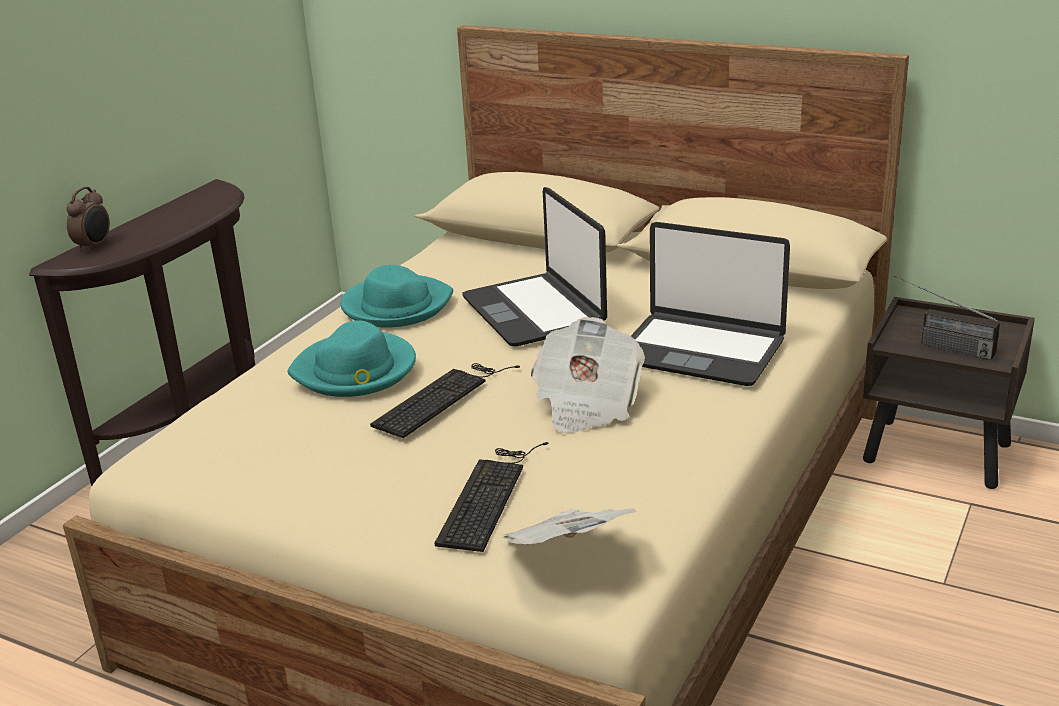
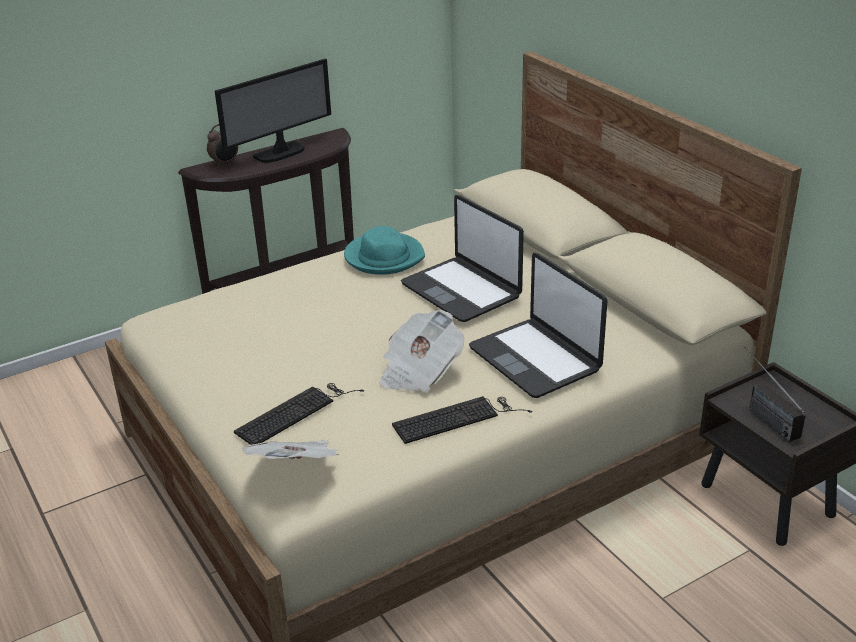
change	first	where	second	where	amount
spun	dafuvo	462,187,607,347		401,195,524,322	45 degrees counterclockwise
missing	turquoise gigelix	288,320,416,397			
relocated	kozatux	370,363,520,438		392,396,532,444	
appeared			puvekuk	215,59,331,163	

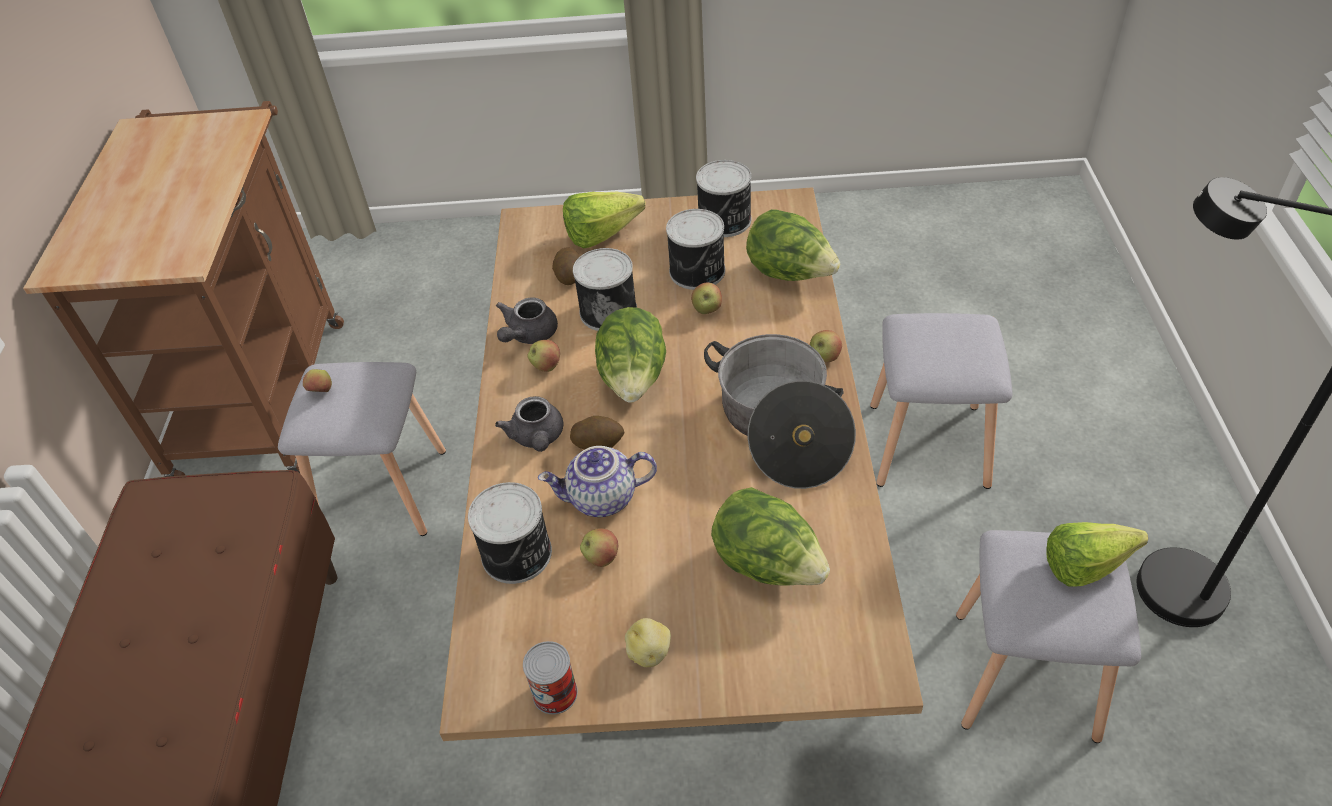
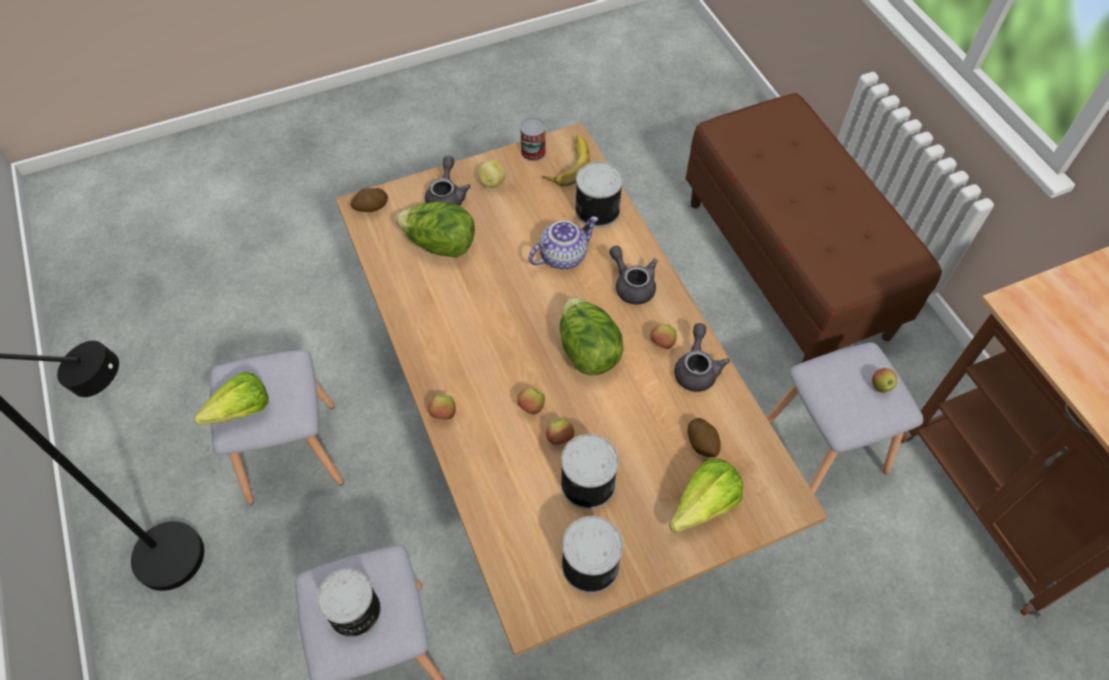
change	first	where	second	where	amount
missing	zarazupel	746,210,840,281			
relocated	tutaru	573,248,637,331		317,569,381,638	
missing	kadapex	704,334,856,489			
relocated	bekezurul	570,416,624,450		351,188,388,212	
relocated	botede	580,528,618,567		517,387,545,414	
appeared			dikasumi	543,135,590,187	
appeared			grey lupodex	425,156,471,206	

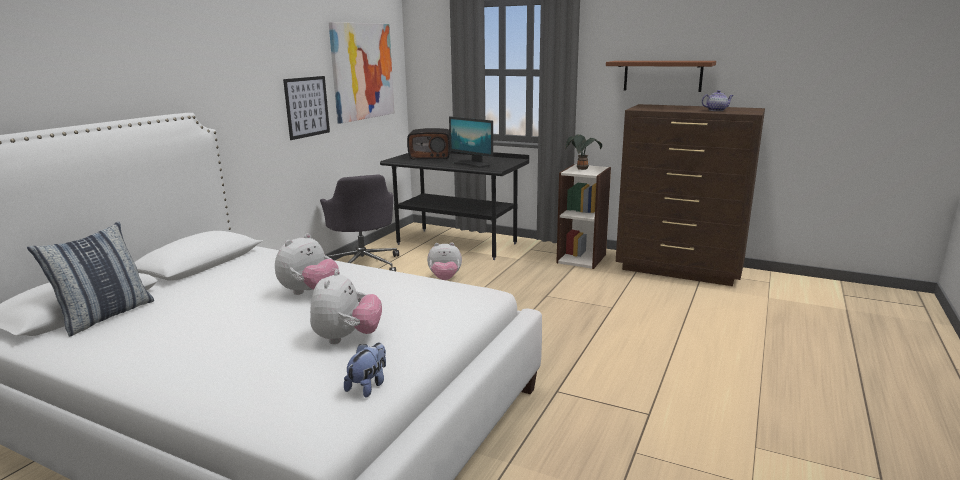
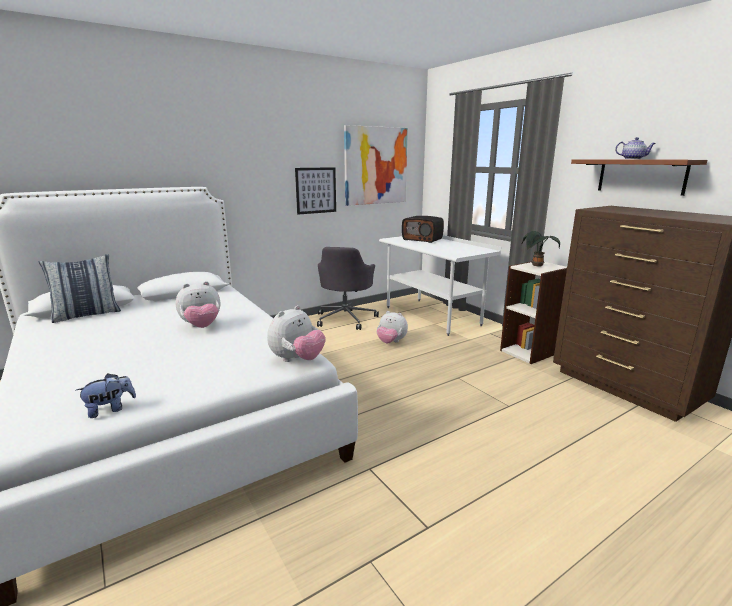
change	first	where	second	where	amount
relocated	lupodex	701,90,734,111		615,137,656,159	
missing	puvekuk	449,116,493,168			
colour	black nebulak	380,151,529,260	white nebulak	379,235,501,336	
relocated	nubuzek	310,269,382,344		267,305,326,362	

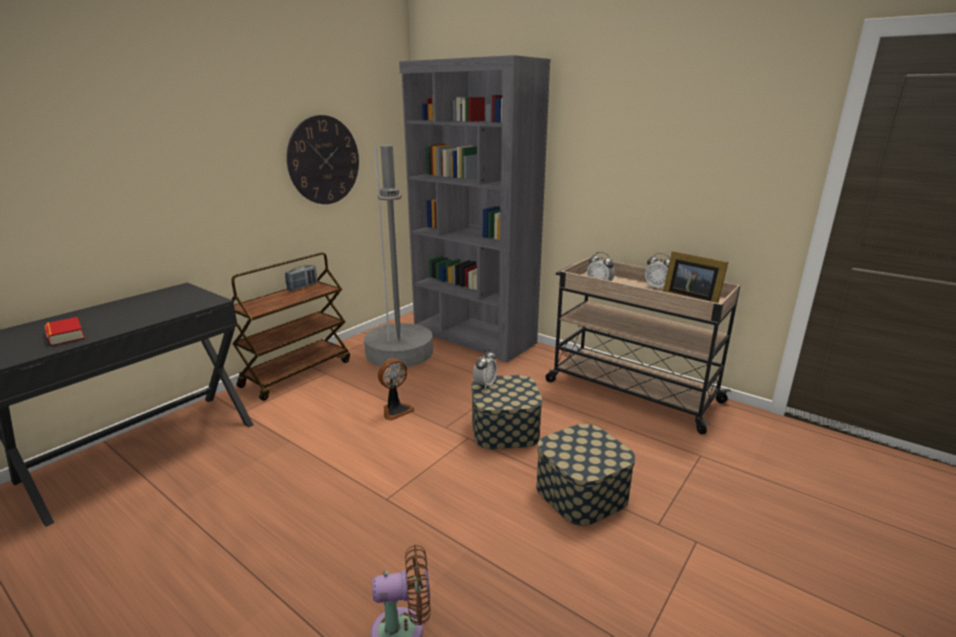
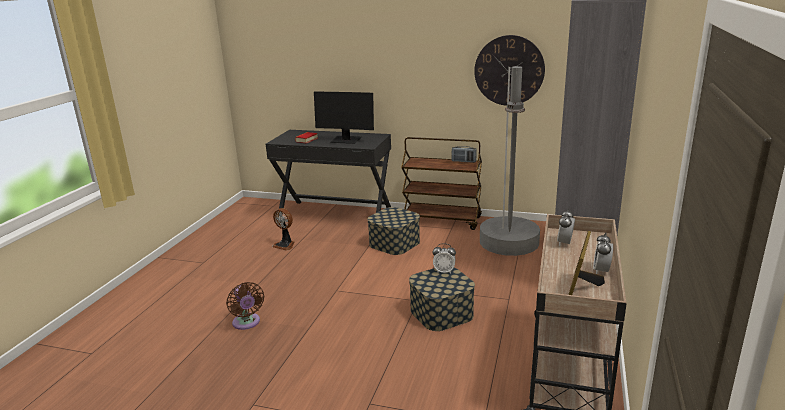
change	first	where	second	where	amount
relocated	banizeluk	378,358,414,421		272,208,294,251	
relocated	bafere	536,424,636,526		367,207,420,255	
appeared			puvekuk	314,92,374,144	

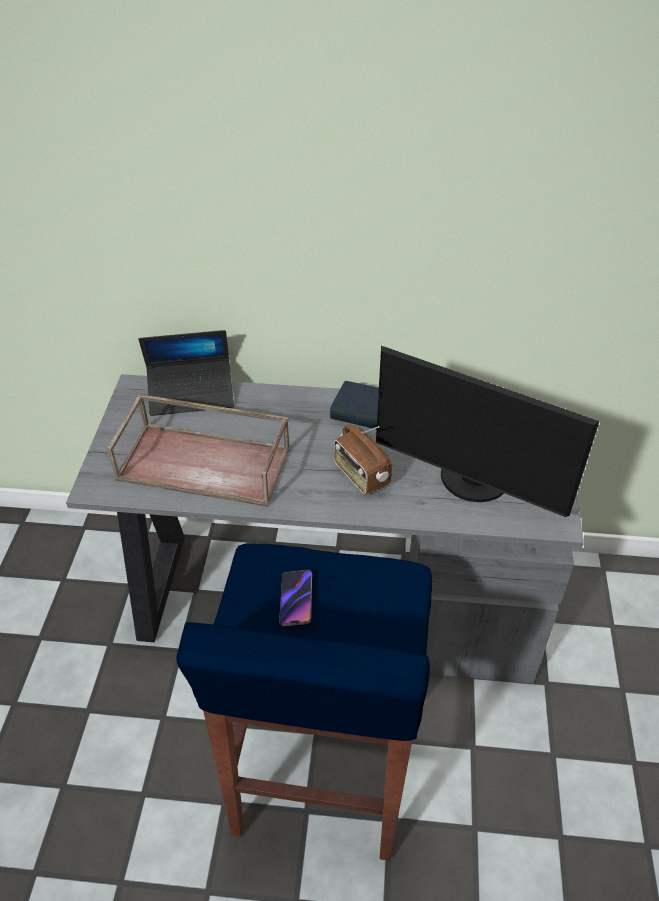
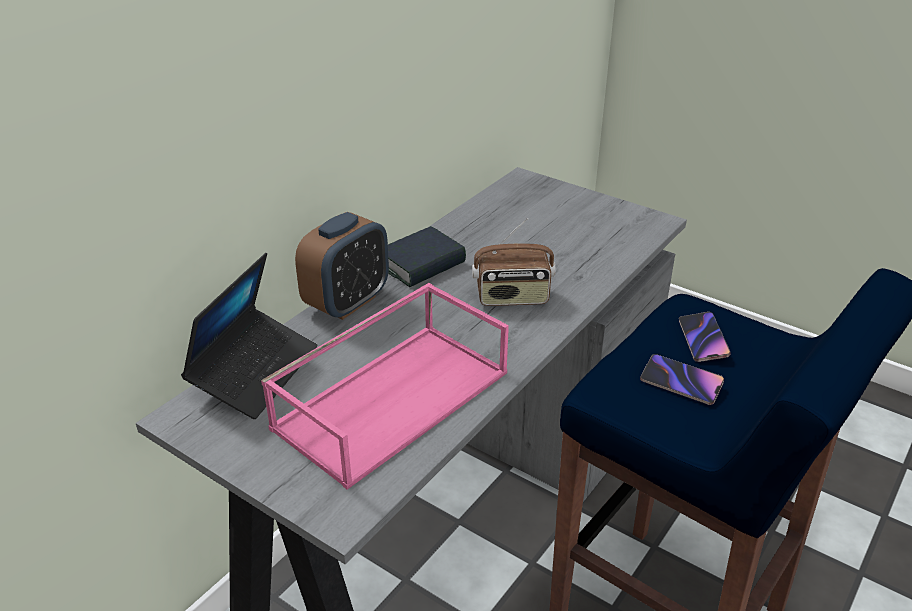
change	first	where	second	where	amount
missing	puvekuk	376,346,599,517			
colour	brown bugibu	107,394,290,507	pink bugibu	261,283,509,490	
appeared			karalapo	295,212,389,320	
appeared			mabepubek	679,312,730,362	

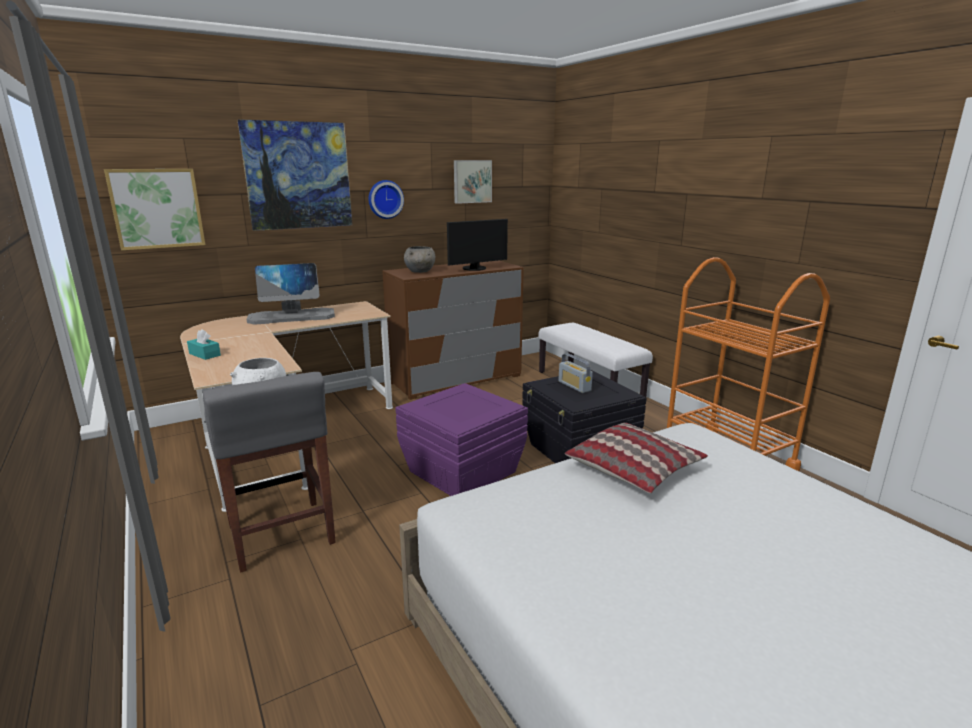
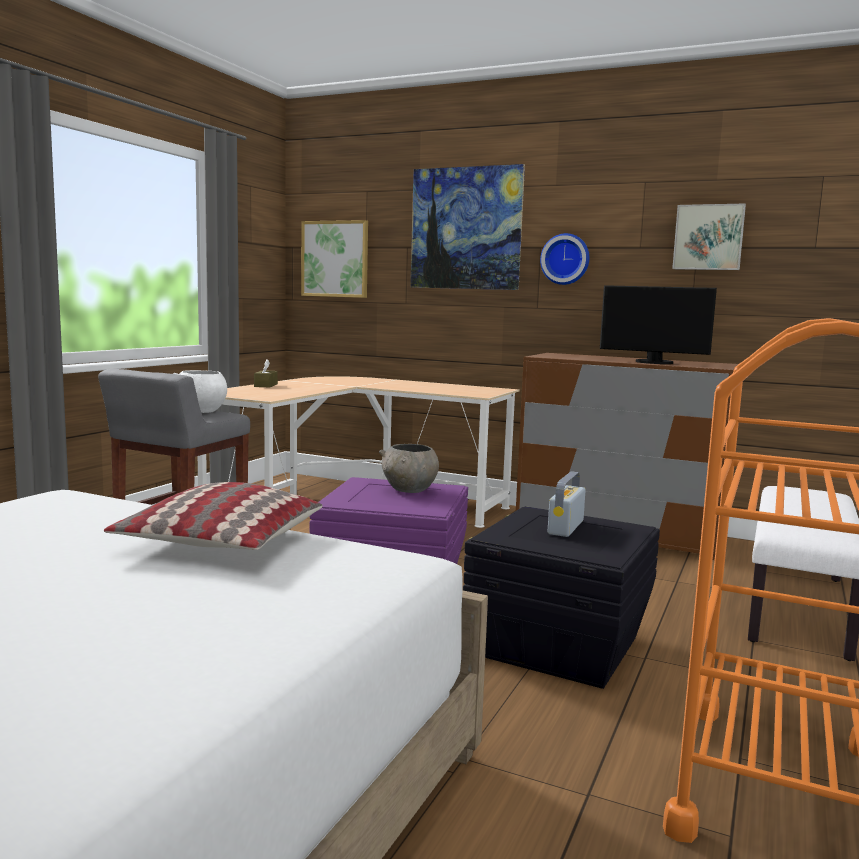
change	first	where	second	where	amount
relocated	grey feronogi	404,246,435,273		379,444,439,493	
missing	puvekuk	247,263,335,325			
colour	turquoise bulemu	187,329,221,360	brown bulemu	254,359,278,387	

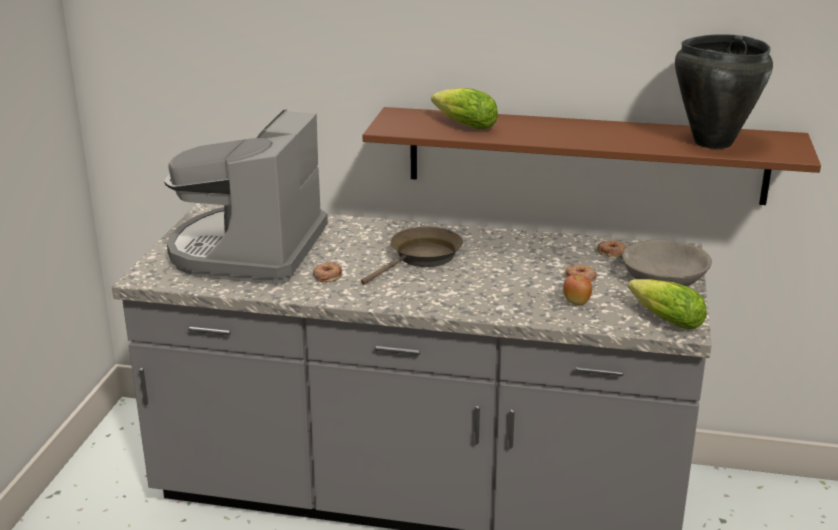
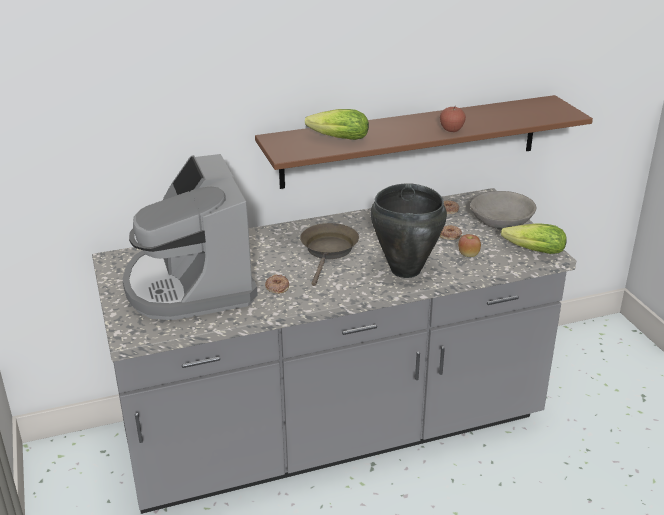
change	first	where	second	where	amount
relocated	black kadapex	675,34,773,149		371,183,447,278	
appeared			botede	440,105,466,132	

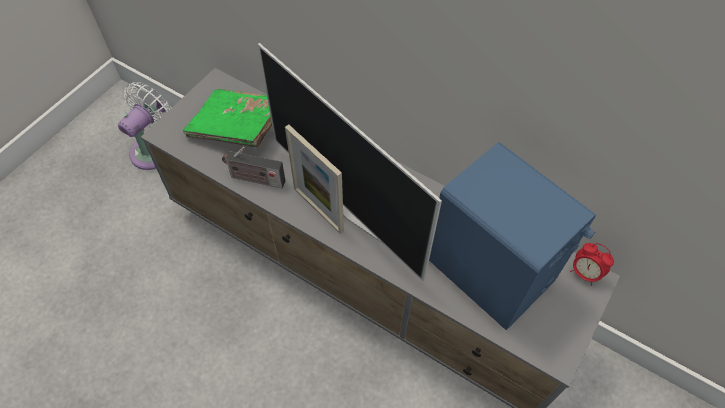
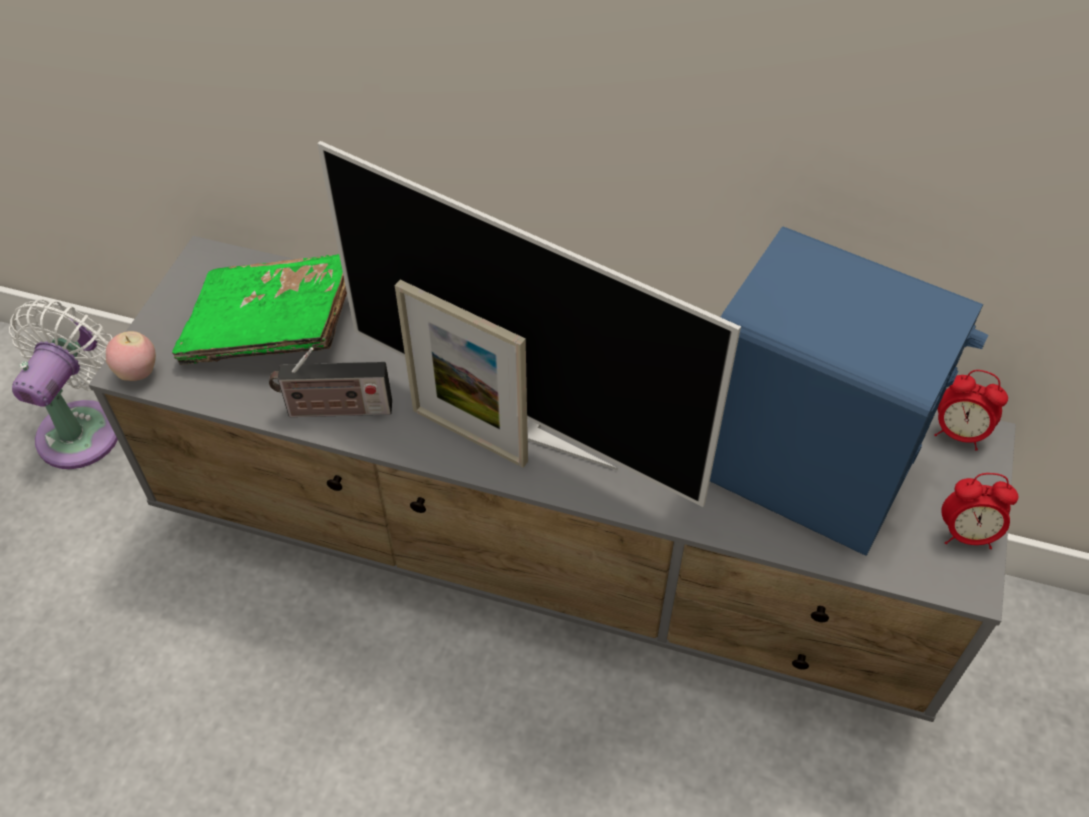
change	first	where	second	where	amount
appeared			botede	106,331,156,381	
appeared			karalapo	941,473,1018,549	

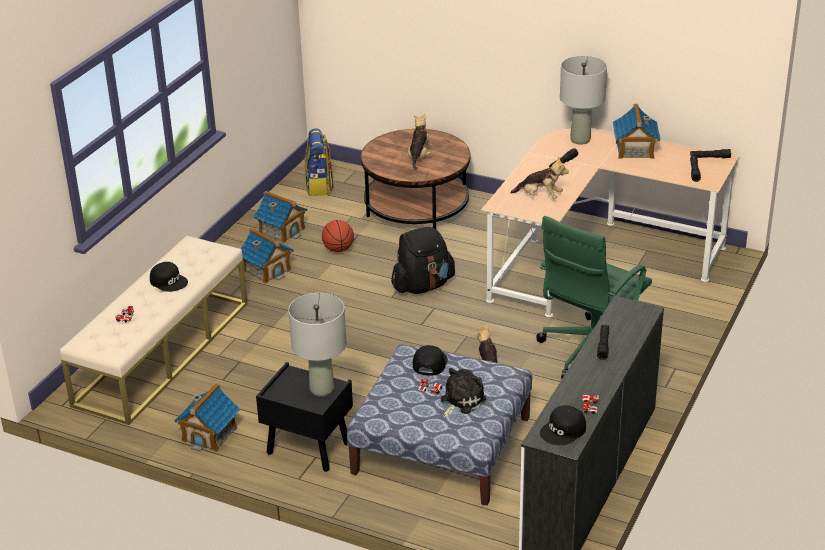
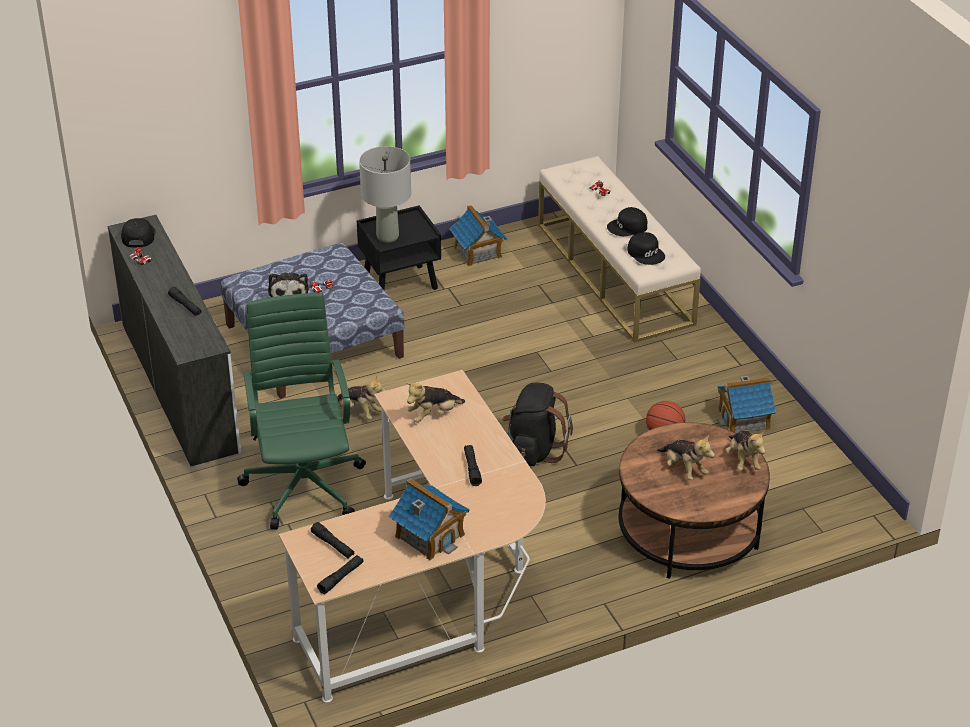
change	first	where	second	where	amount
missing	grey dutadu	560,56,607,145			
missing	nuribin	305,128,334,196			
missing	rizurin	241,227,294,284			
relocated	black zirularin	413,345,448,376		627,232,665,265	
appeared			nubuzek	726,431,765,471	

